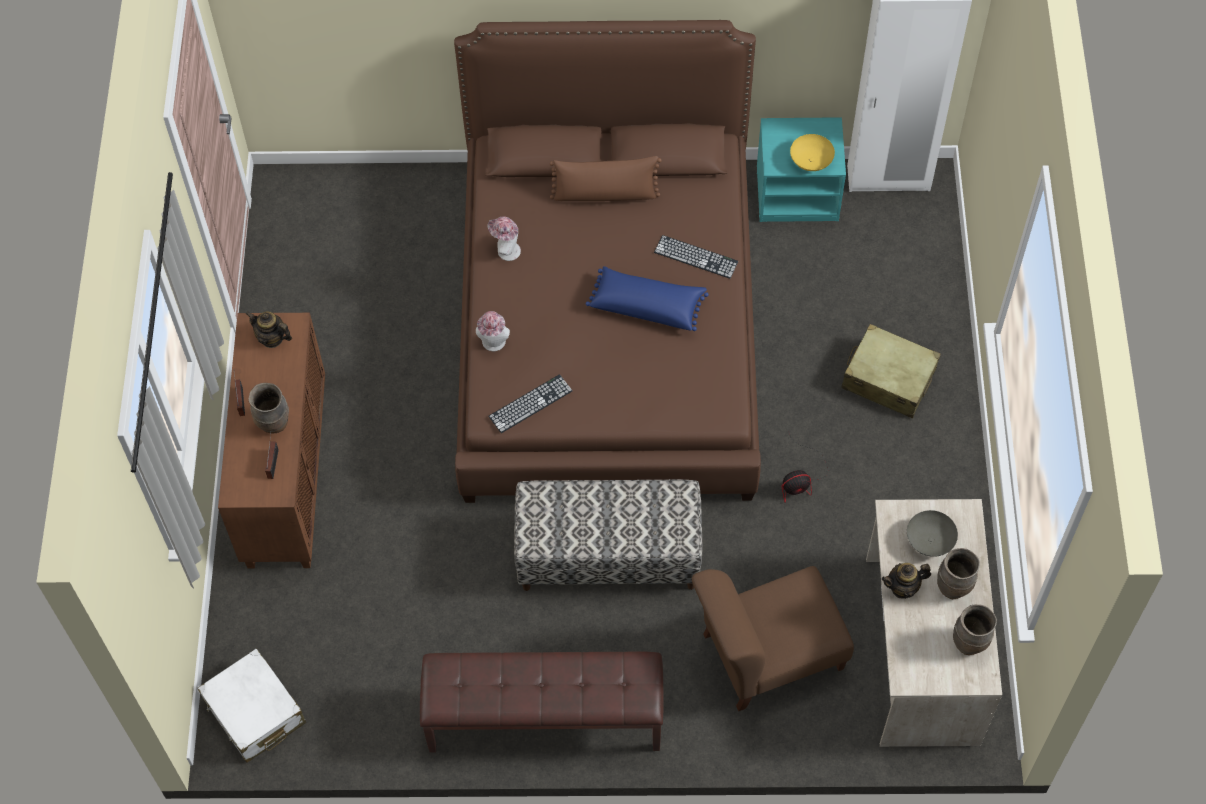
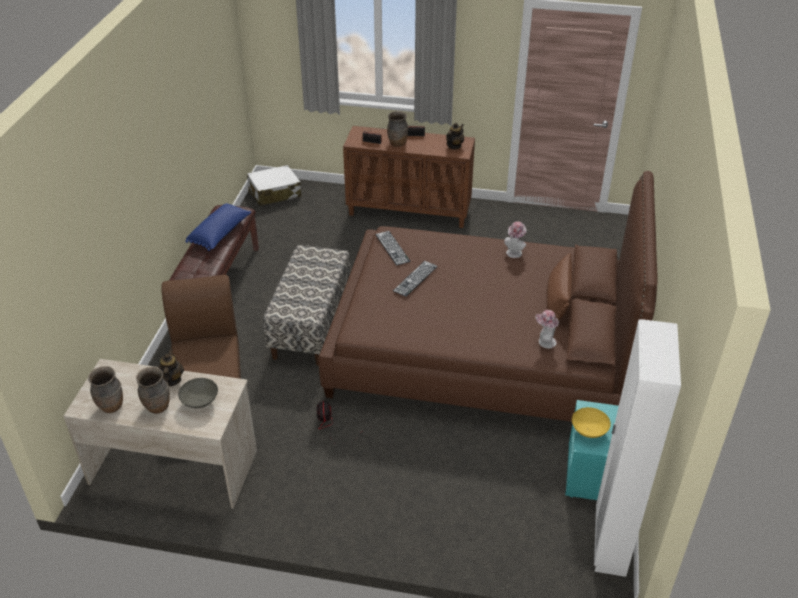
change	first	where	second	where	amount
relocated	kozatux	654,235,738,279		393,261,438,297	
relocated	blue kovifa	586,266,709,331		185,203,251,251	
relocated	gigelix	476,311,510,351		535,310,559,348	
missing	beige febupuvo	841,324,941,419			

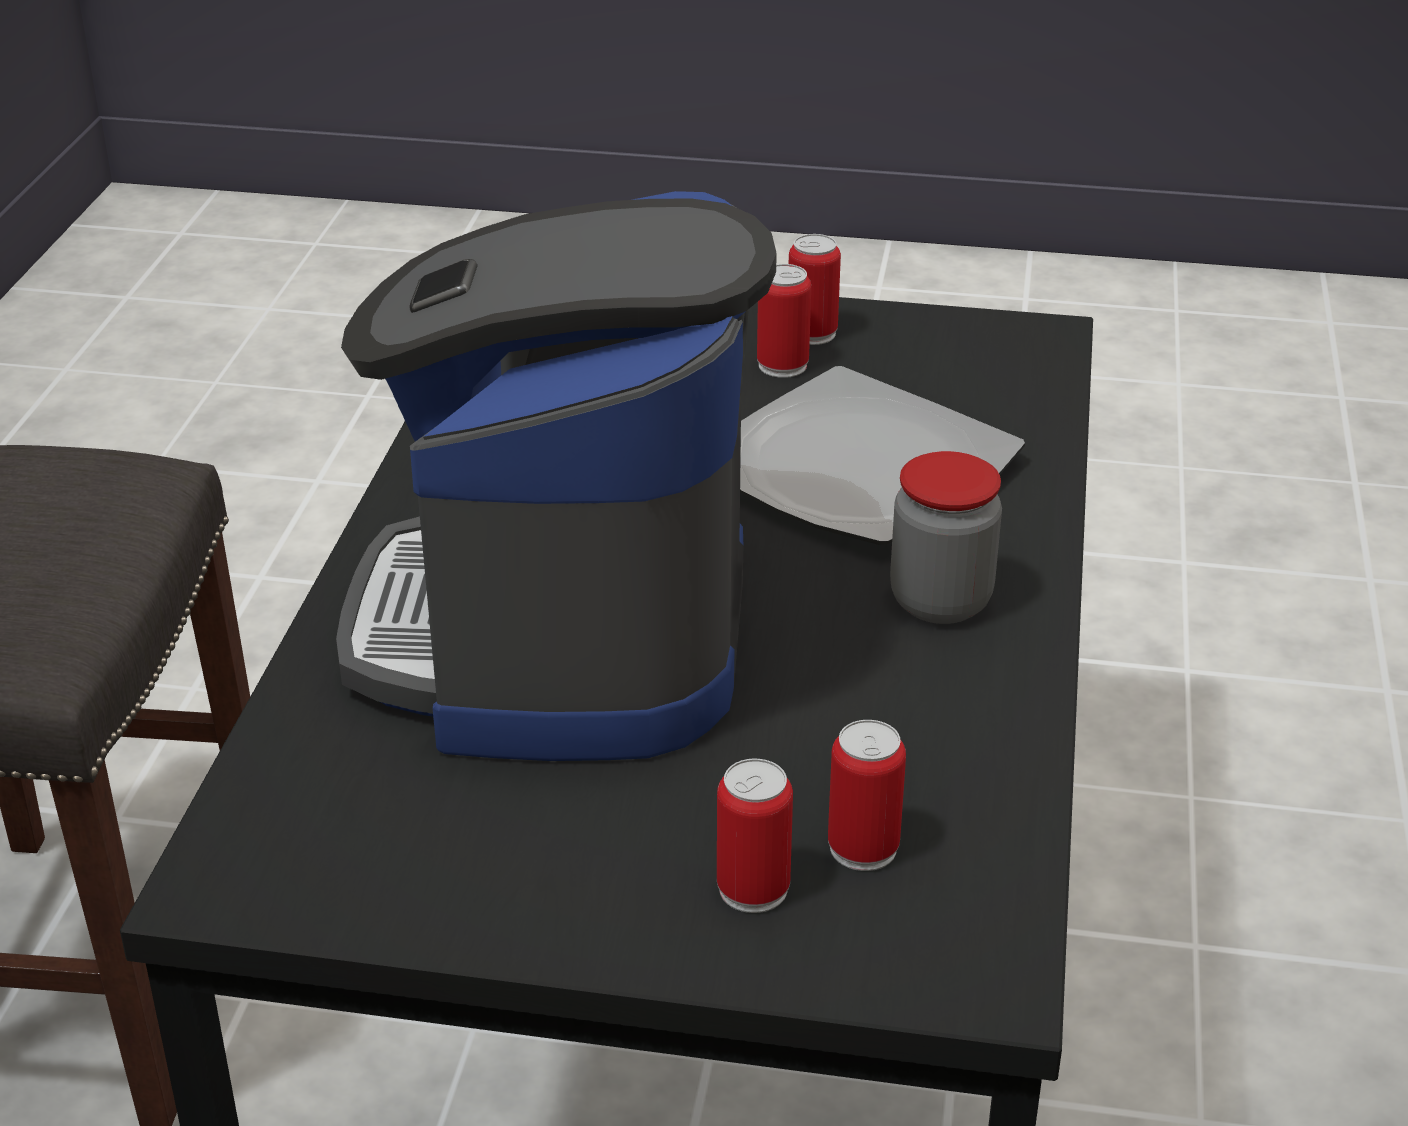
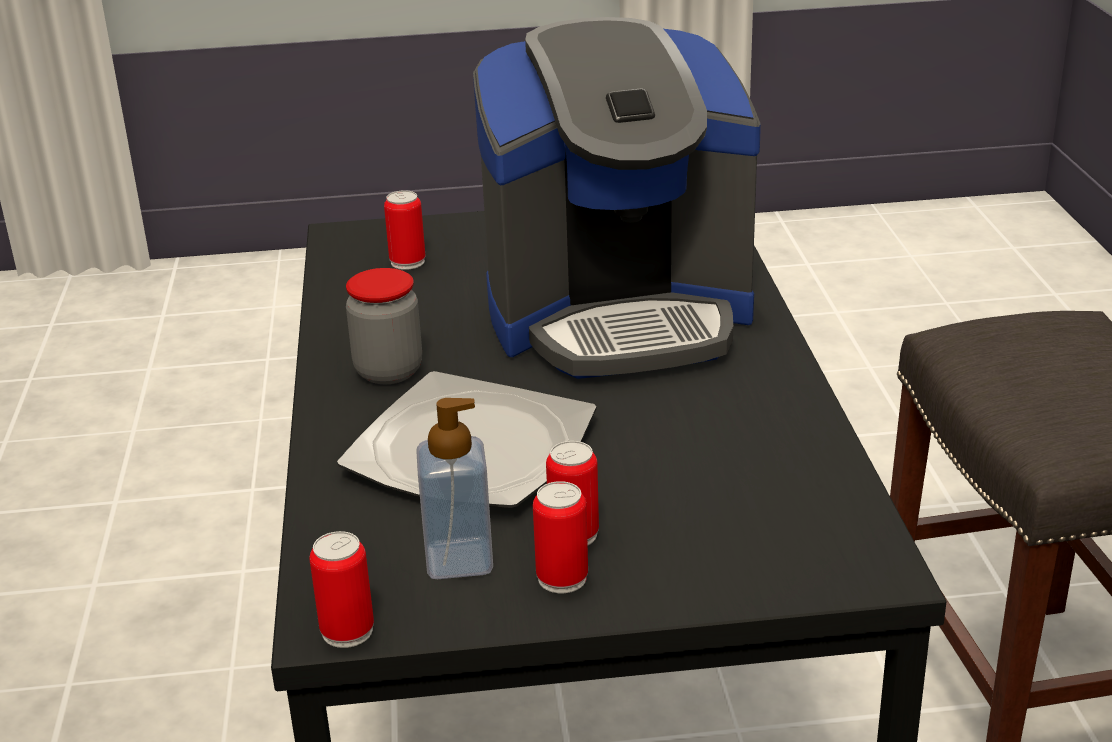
change	first	where	second	where	amount
spun	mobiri	336,191,777,761		473,17,761,379	90 degrees clockwise
relocated	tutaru	717,759,793,913		309,531,374,648	
appeared			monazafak	416,398,493,579	

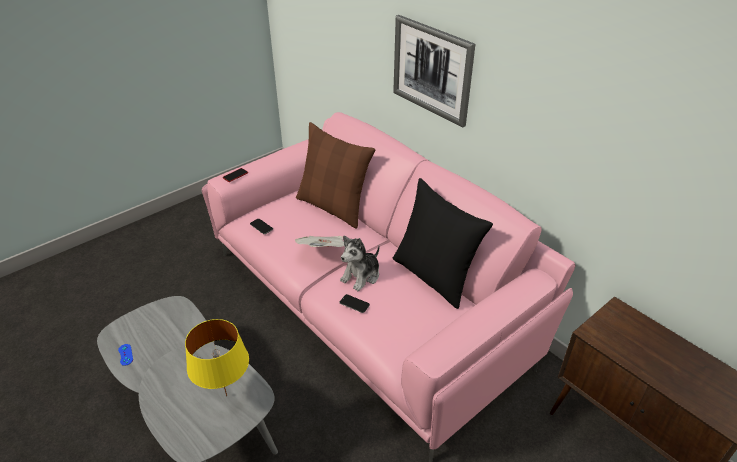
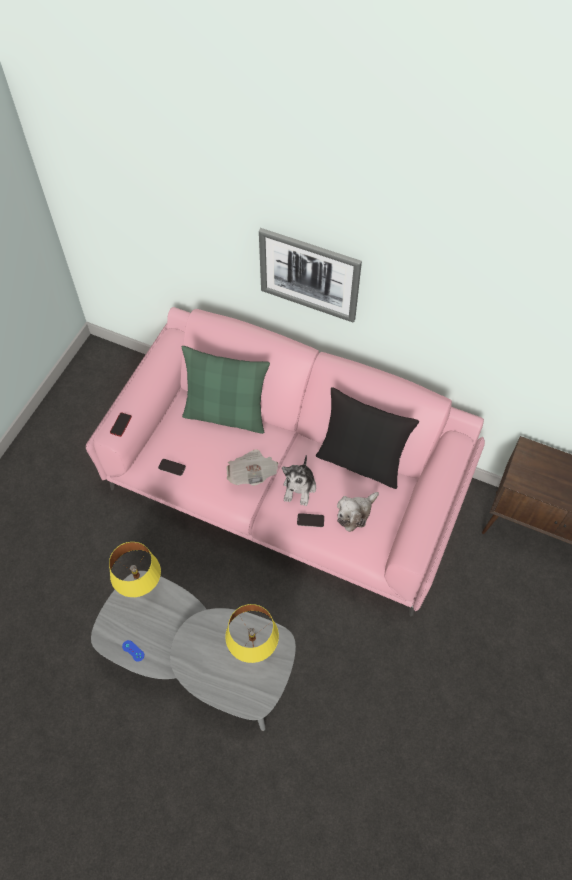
change	first	where	second	where	amount
colour	brown kovifa	296,122,375,228	green kovifa	182,346,270,434	
appeared			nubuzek	337,492,379,532	
appeared			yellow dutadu	109,542,161,597	

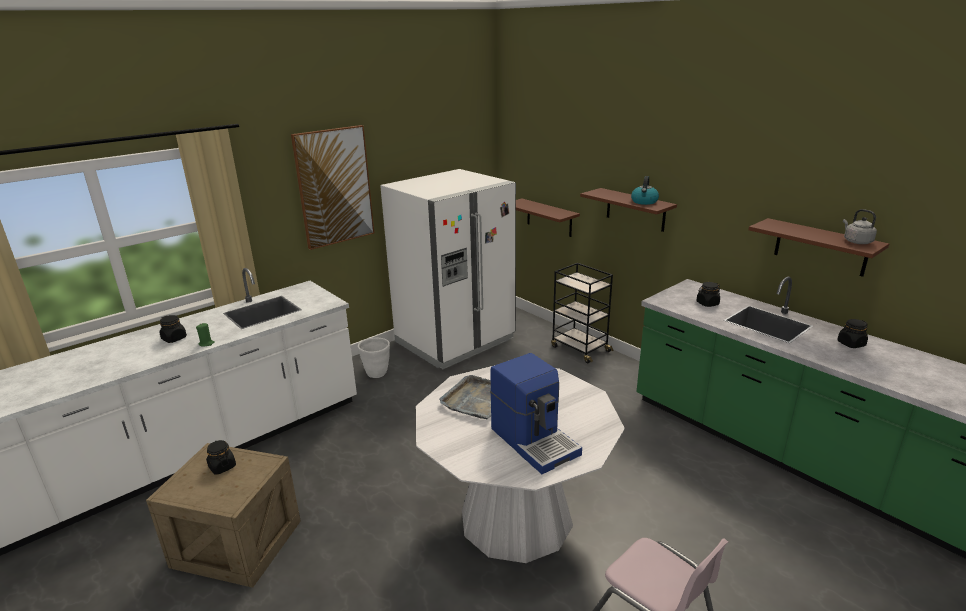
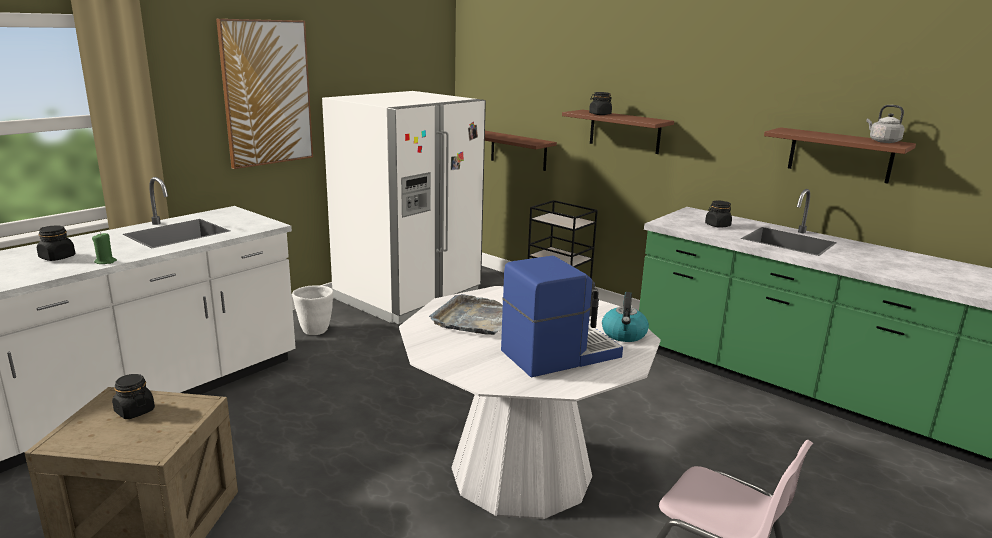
change	first	where	second	where	amount
relocated	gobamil	631,176,659,205		602,292,649,342	
relocated	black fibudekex	837,319,868,348		589,92,612,115	
spun	mobiri	490,353,582,474		501,256,623,378	75 degrees counterclockwise

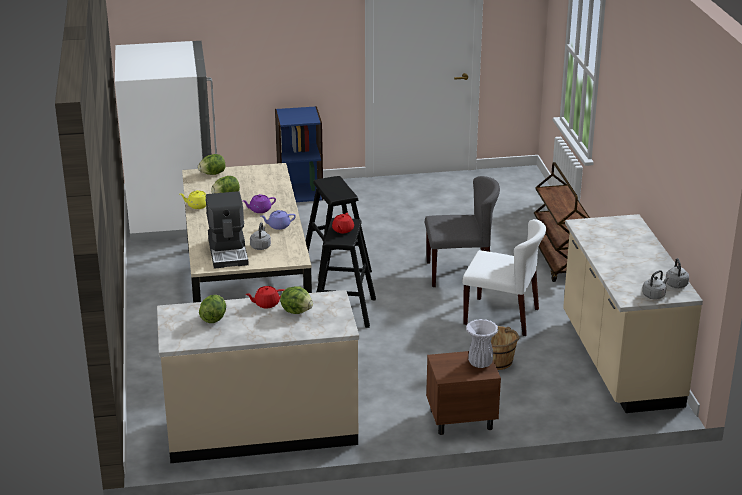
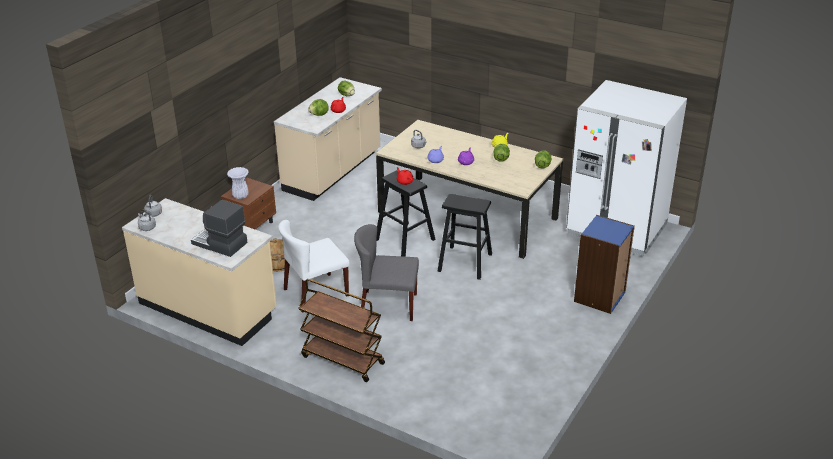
change	first	where	second	where	amount
spun	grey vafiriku	425,176,500,287		354,224,419,321	60 degrees clockwise
relocated	mobiri	206,191,249,269		191,200,248,257	

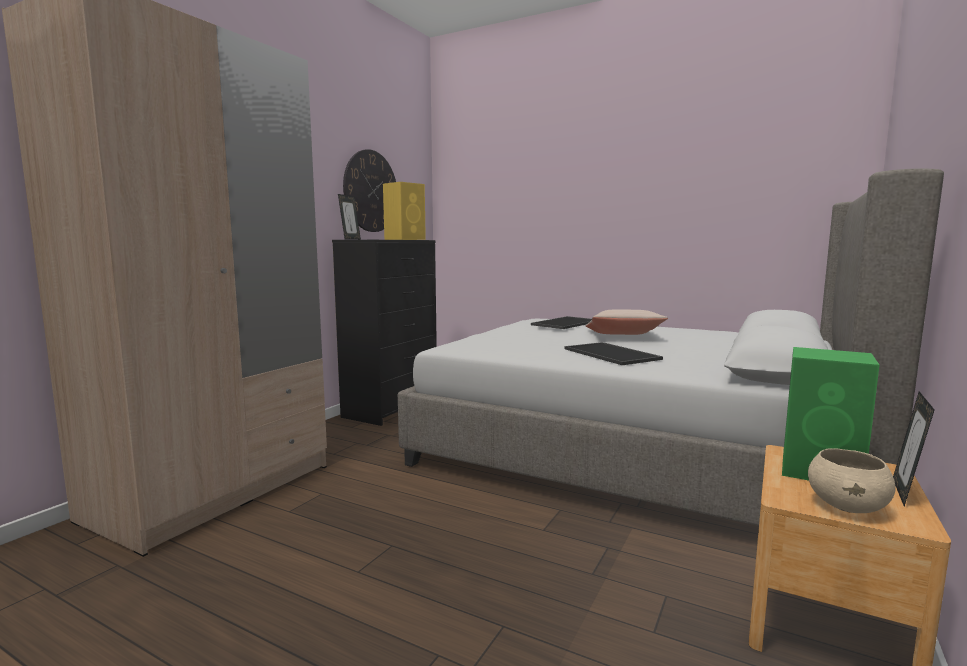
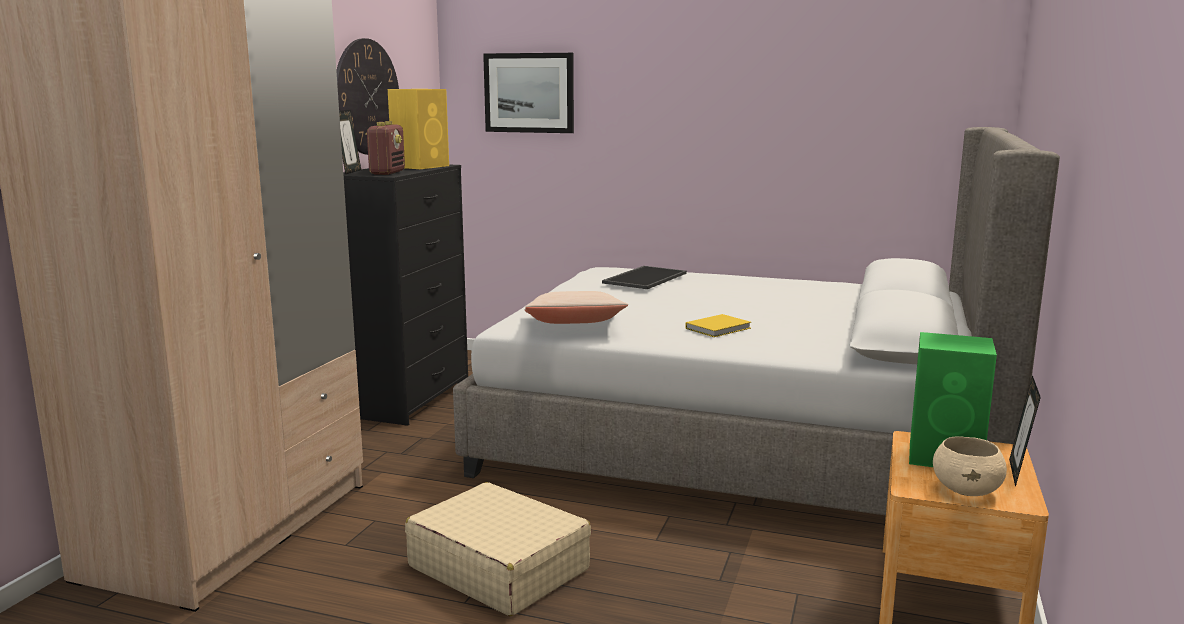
change	first	where	second	where	amount
relocated	beige kovifa	586,310,668,335		524,291,628,324	
exchanged	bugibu	565,342,663,365	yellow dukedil	685,314,751,337	
appeared			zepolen	483,53,574,133	
appeared			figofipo	365,121,405,175	
appeared			beige febupuvo	405,482,591,616	

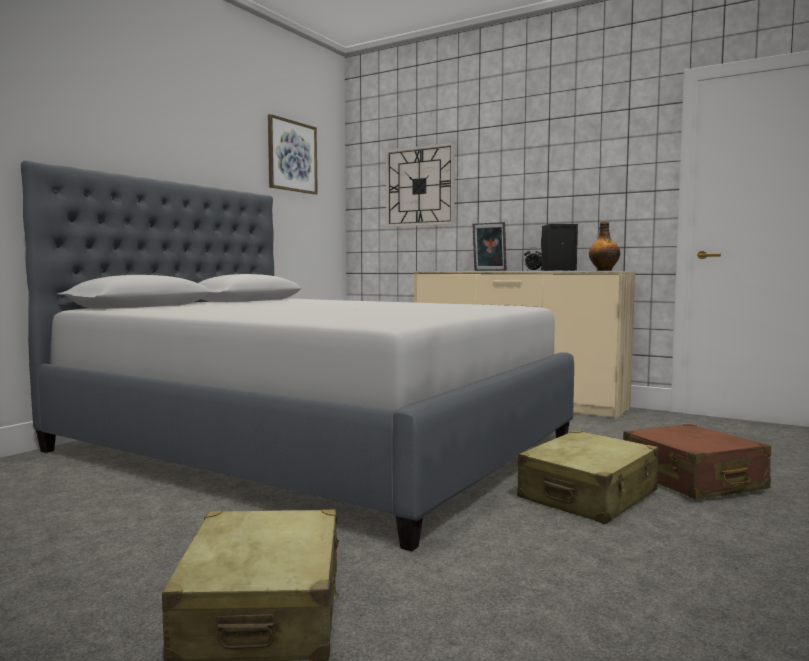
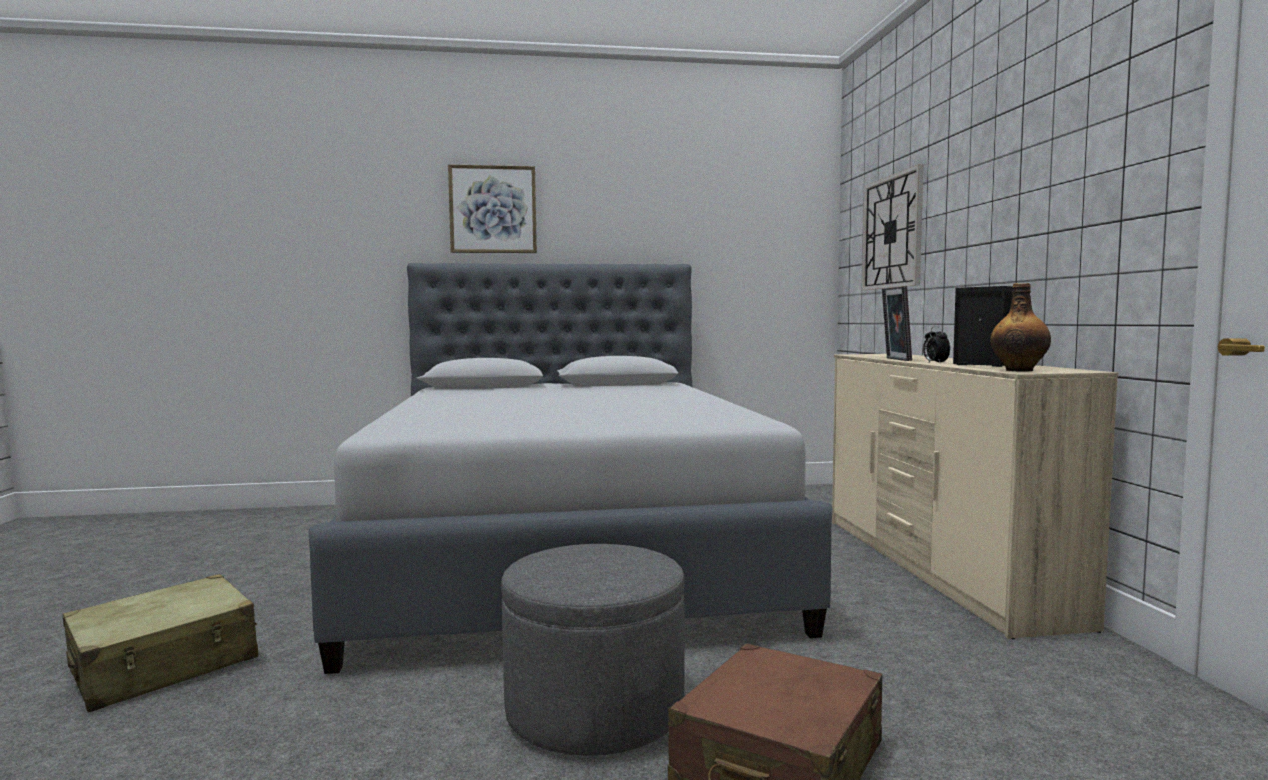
change	first	where	second	where	amount
relocated	zepolen	268,114,318,195		448,164,537,253	
exchanged	beige febupuvo	517,430,659,524	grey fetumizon	501,544,685,756	

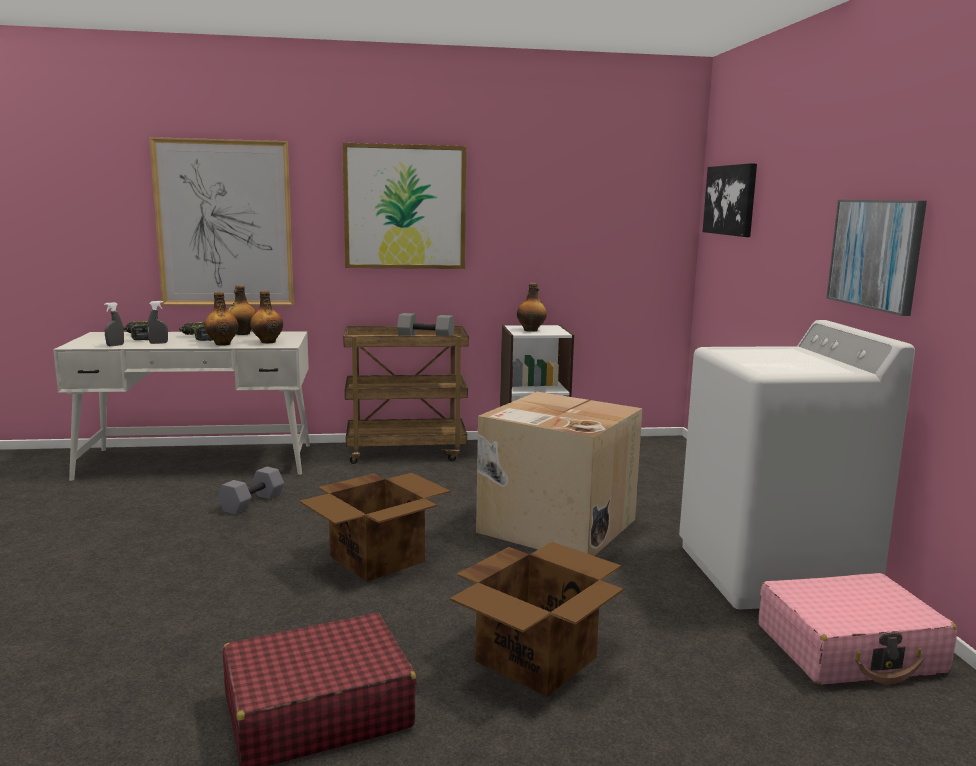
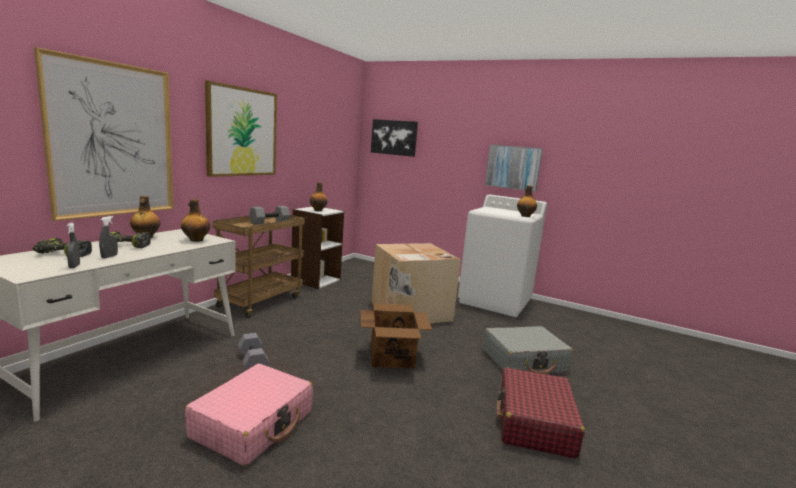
change	first	where	second	where	amount
relocated	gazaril	204,292,238,346		517,185,537,217	
exchanged	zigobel	450,542,623,697	grey febupuvo	483,326,573,374	
relocated	pink febupuvo	759,573,957,685		185,364,313,466	

